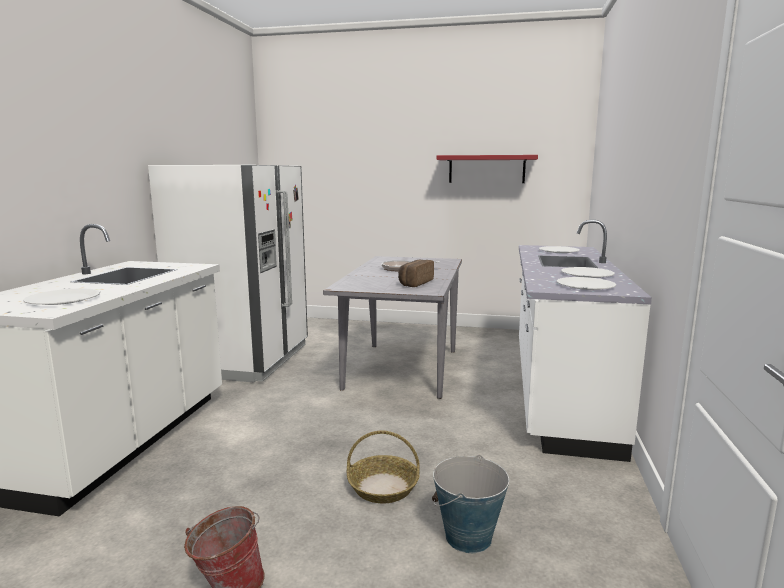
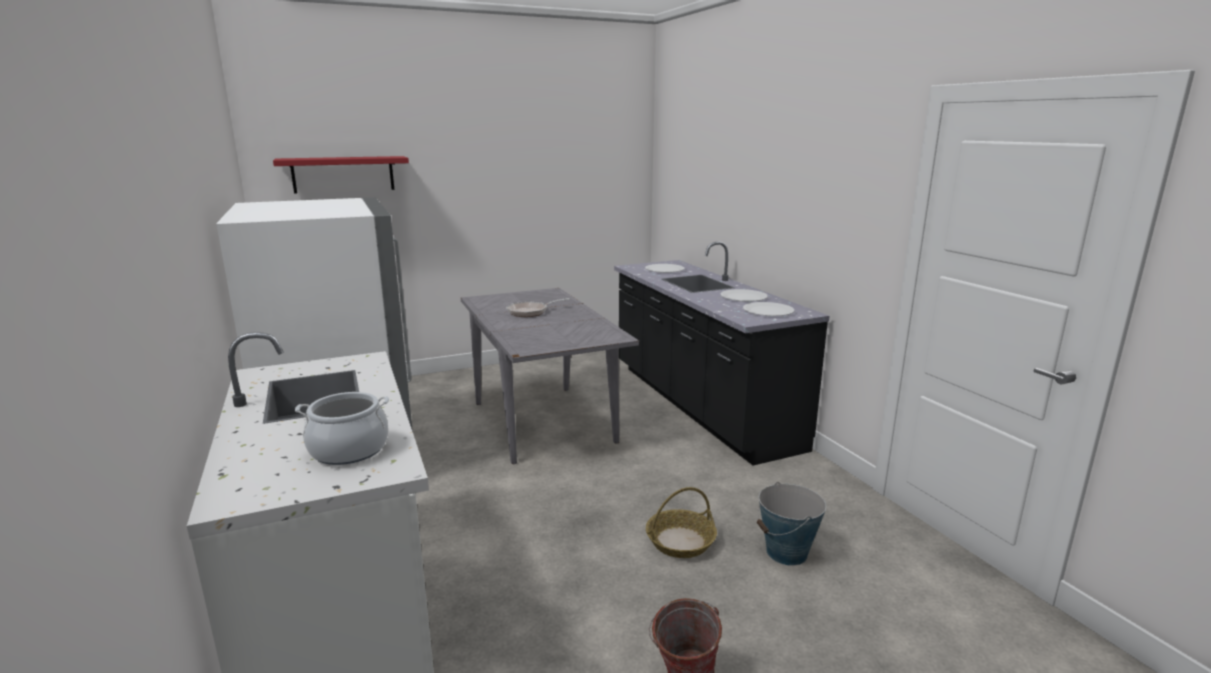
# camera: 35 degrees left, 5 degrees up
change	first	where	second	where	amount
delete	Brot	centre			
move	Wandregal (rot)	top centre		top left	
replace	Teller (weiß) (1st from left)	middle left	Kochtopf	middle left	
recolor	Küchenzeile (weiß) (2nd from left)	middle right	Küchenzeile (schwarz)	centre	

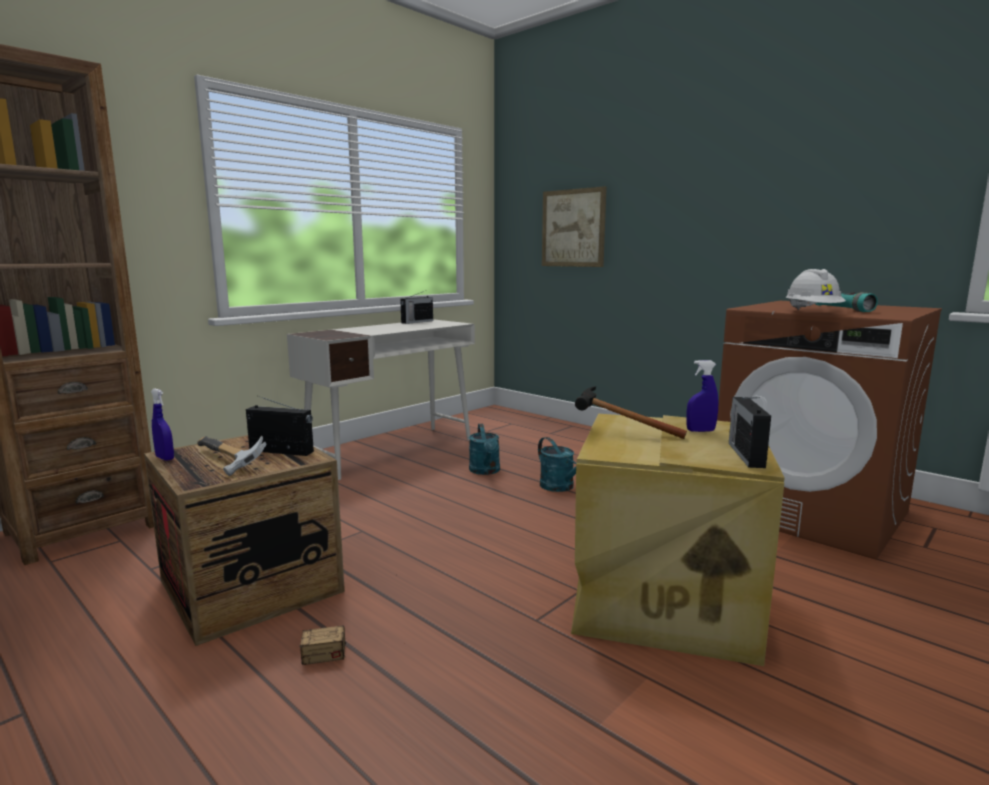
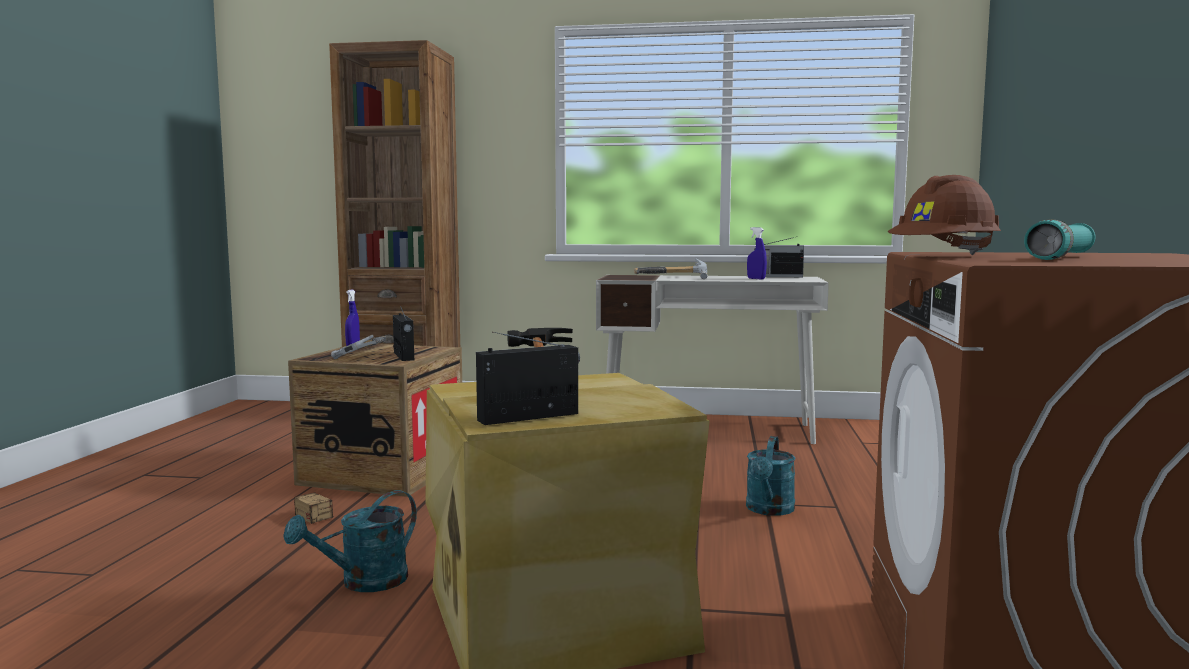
# camera: 55 degrees right, 5 degrees down
change	first	where	second	where	amount
delete	Bild	top centre			
insert			Hammer (3rd from left)	centre	
move	Gießkanne (türkis) (1st from left)	centre		bottom left	
move	Sprühflasche (blau) (2nd from left)	middle right		centre	
recolor	Schutzhelm (weiß)	middle right	Schutzhelm (braun)	top right	

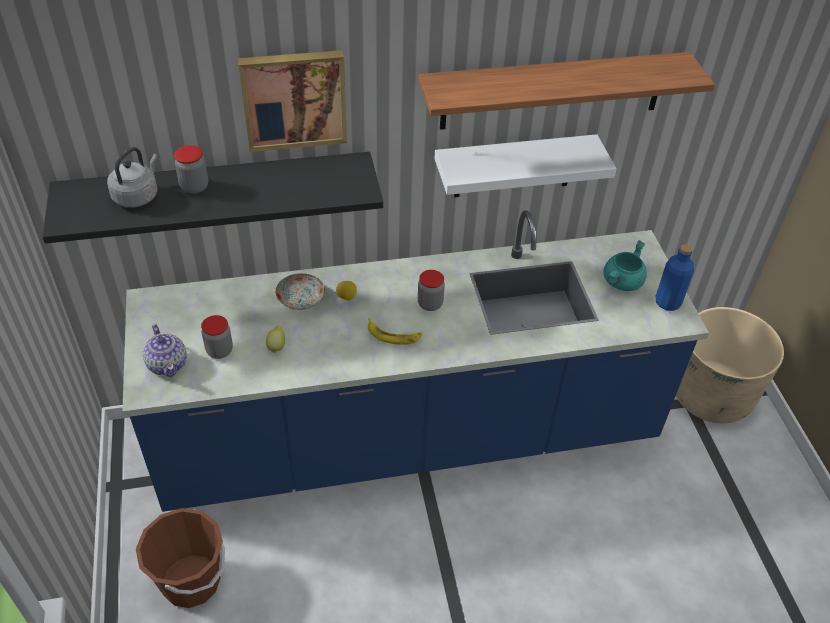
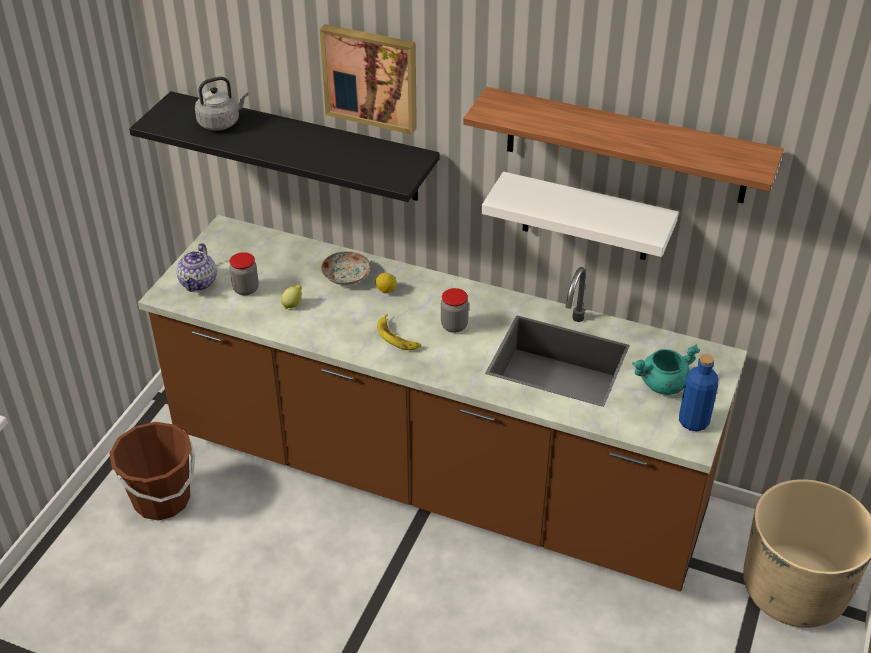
# camera: 35 degrees right, 5 degrees down
change	first	where	second	where	amount
delete	Vorratsglas (1st from left)	top left			
recolor	Küchenzeile (blau)	centre	Küchenzeile (braun)	centre	

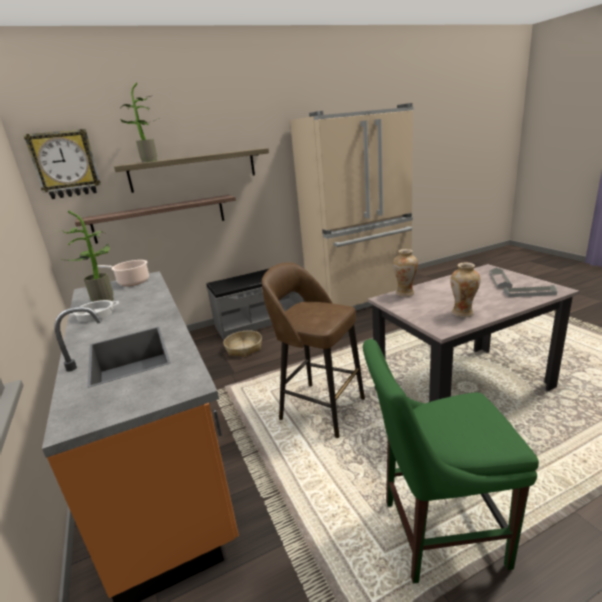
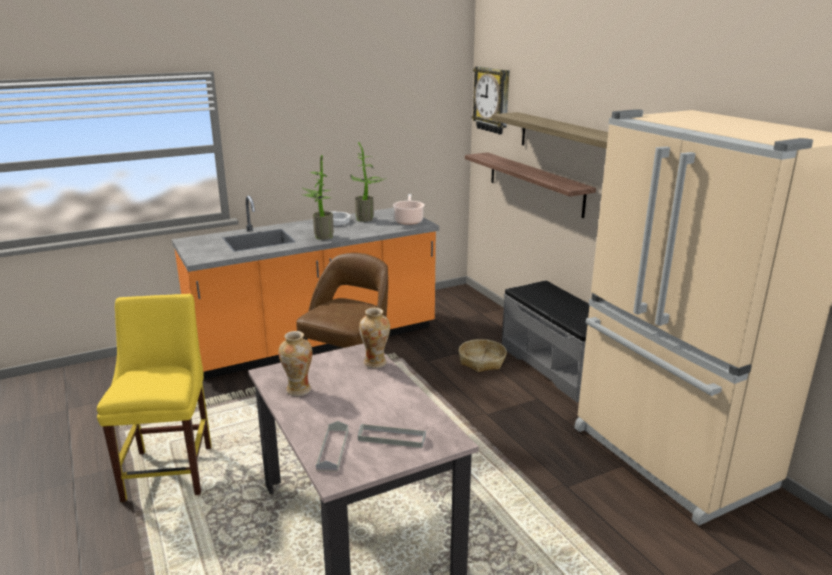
# camera: 85 degrees right, 0 degrees up
change	first	where	second	where	amount
move	Topfpflanze (2nd from left in the first image)	top left	Topfpflanze (1st from left)	centre	
recolor	Stuhl (grün)	bottom right	Stuhl (gelb)	bottom left	

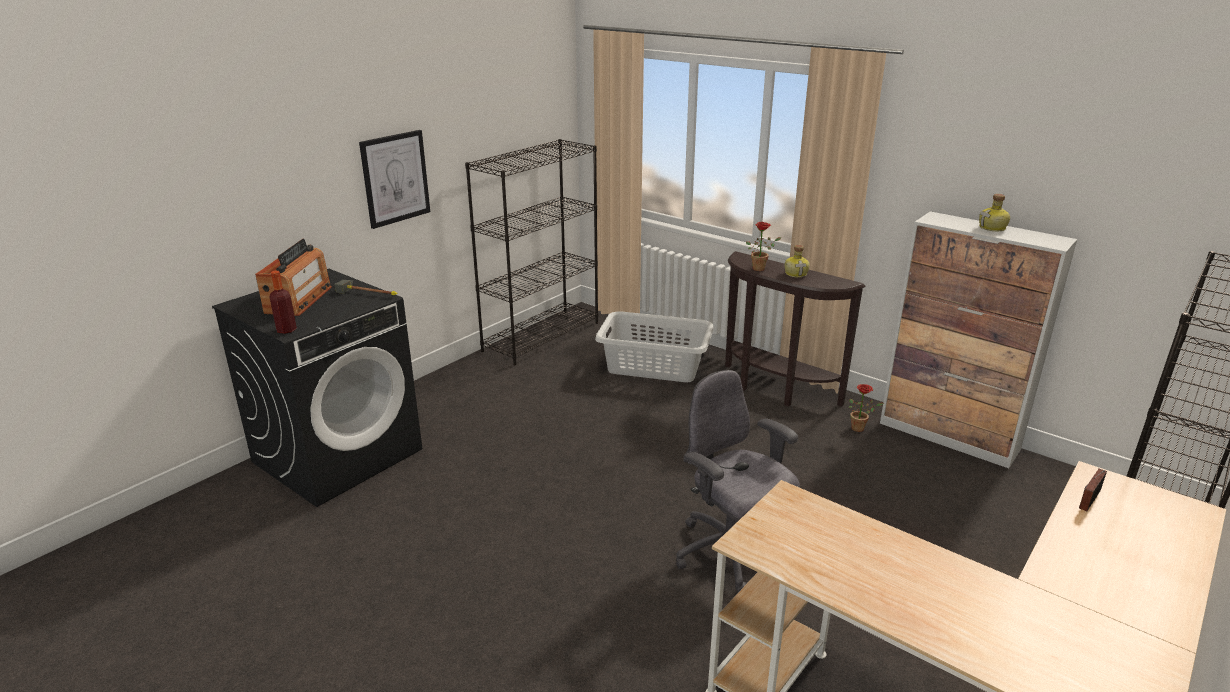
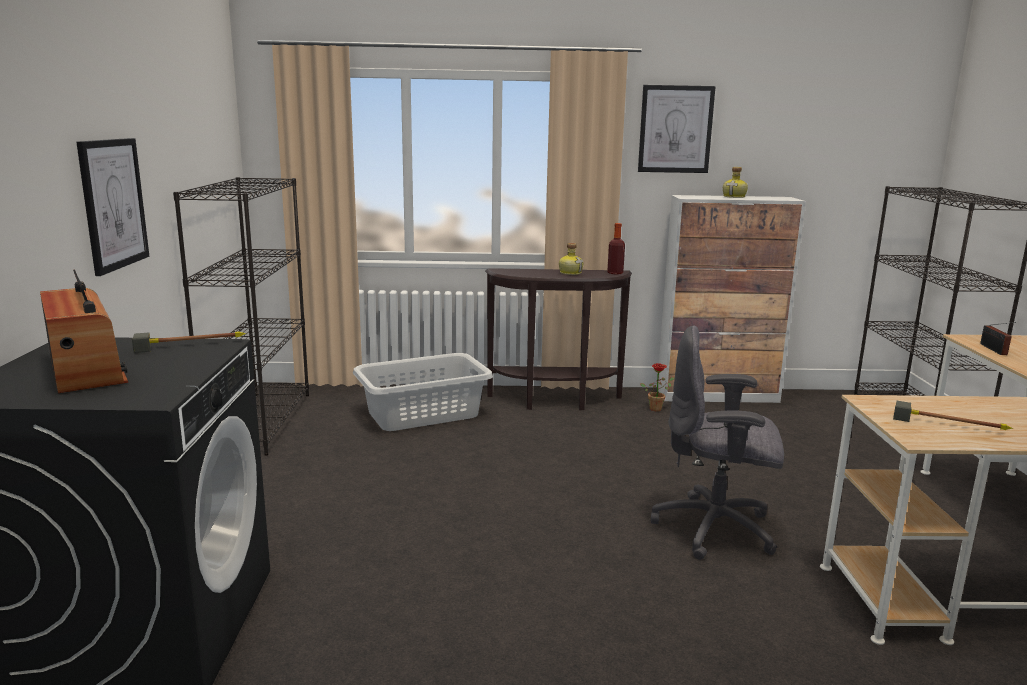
# camera: 40 degrees left, 10 degrees down
change	first	where	second	where	amount
delete	Topfpflanze (1st from left)	centre			
insert			Bild (2nd from left)	top centre	
insert			Hammer (2nd from left)	middle right	
move	Flasche (1st from left in the first image)	middle left	Flasche (2nd from left)	centre	

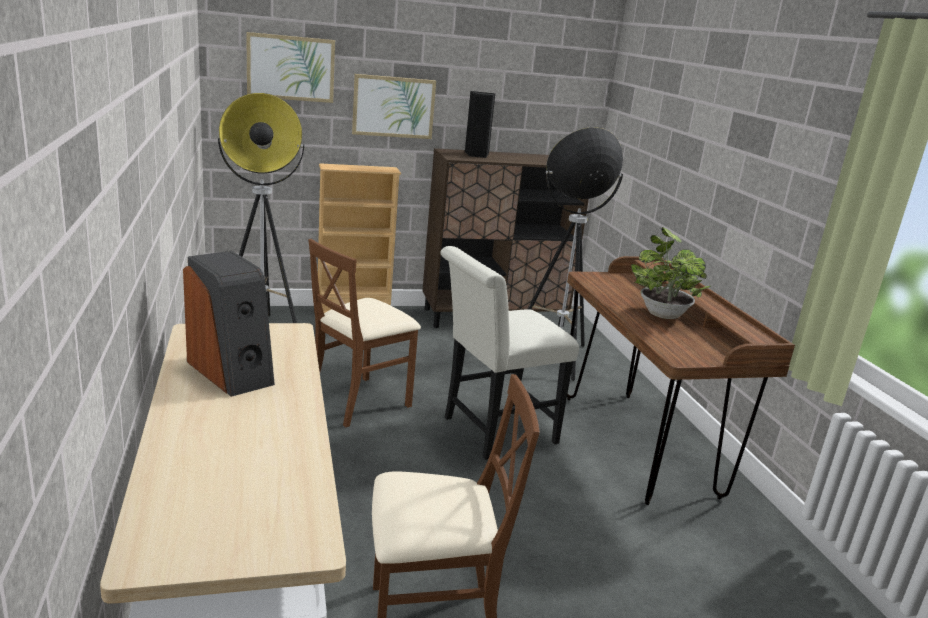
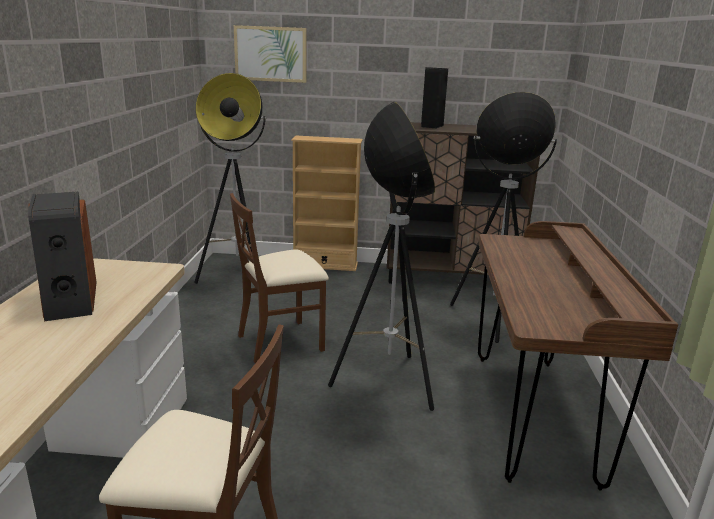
# camera: 20 degrees right, 0 degrees up
change	first	where	second	where	amount
delete	Bild (2nd from left)	top centre			
delete	Topfpflanze	middle right			
replace	Stuhl (weiß)	centre	Stehlampe (2nd from left)	centre	

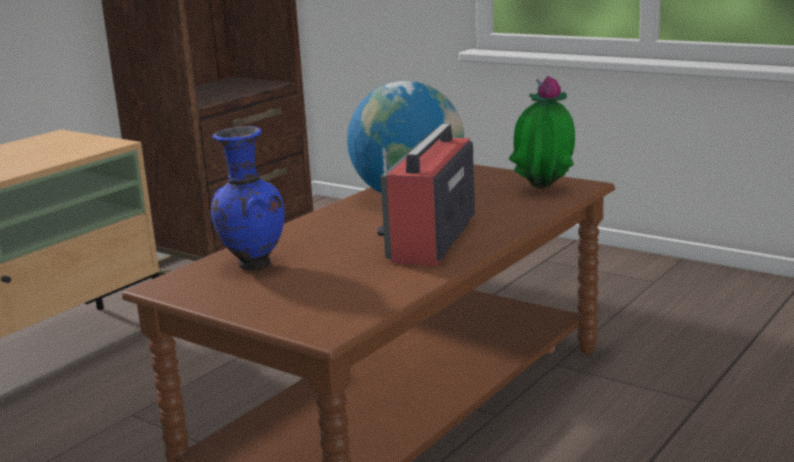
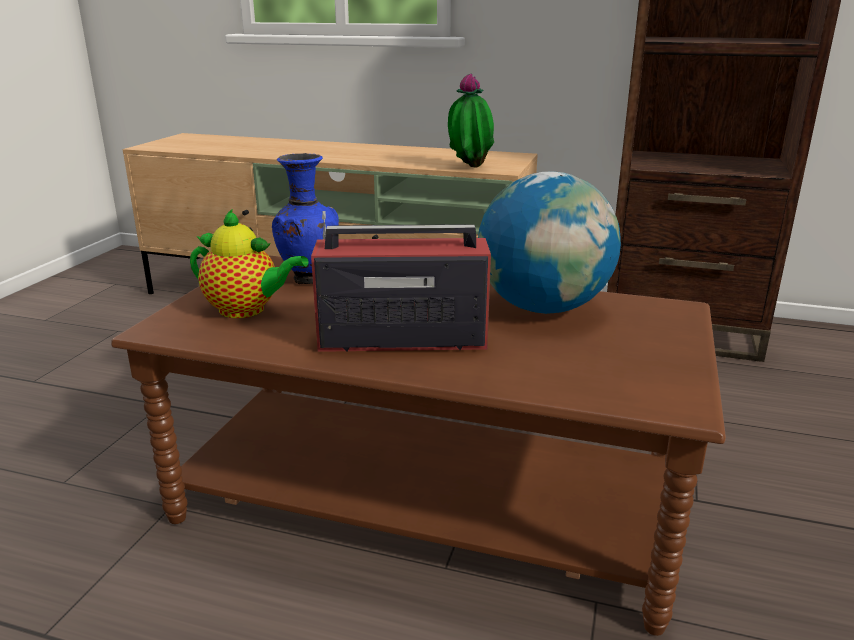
# camera: 70 degrees right, 5 degrees up
change	first	where	second	where	amount
insert			Teekanne	middle left	
move	Topfpflanze	top right		top centre	

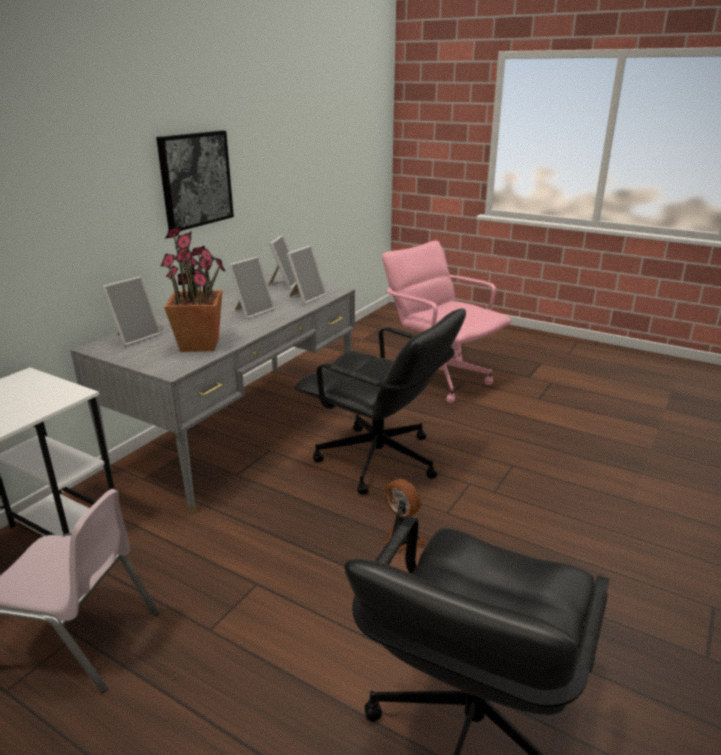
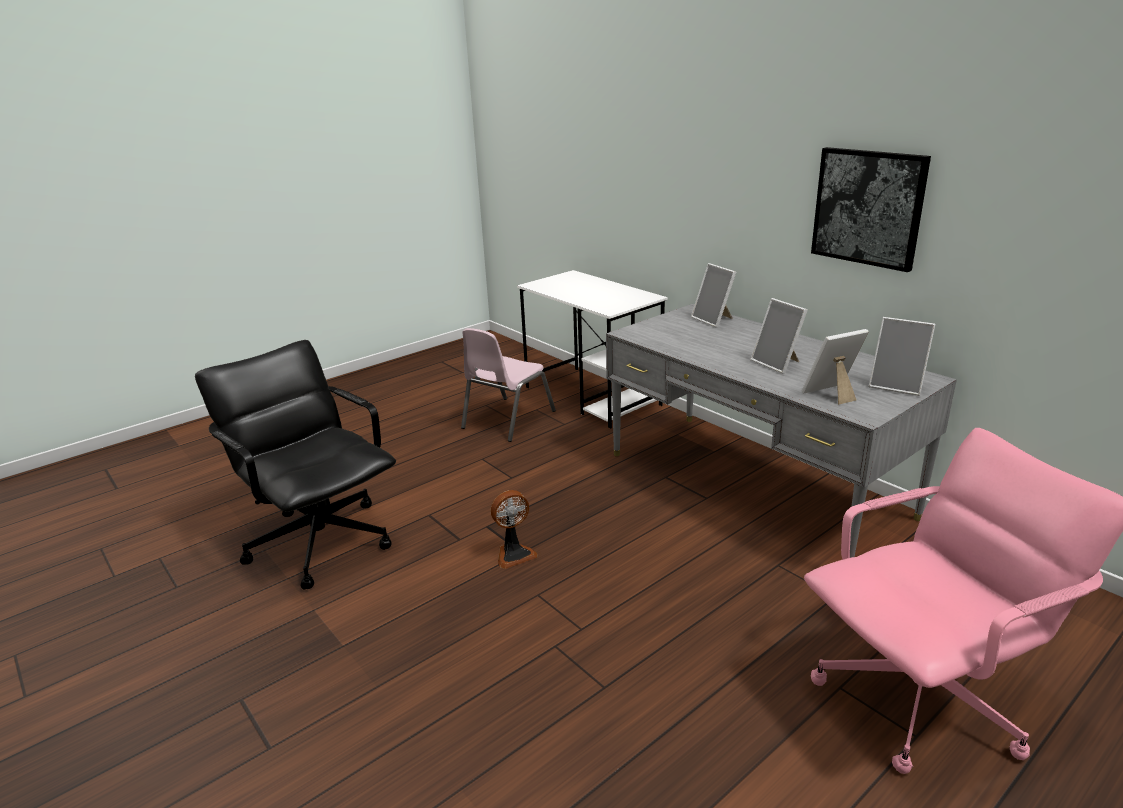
# camera: 110 degrees right, 0 degrees up
change	first	where	second	where	amount
delete	Topfpflanze	middle left			
delete	Bürostuhl (schwarz) (1st from left)	centre			
rotate	Bilderrahmen (4th from left in the first image)	centre	Bilderrahmen (3rd from left)	middle right	105 degrees clockwise

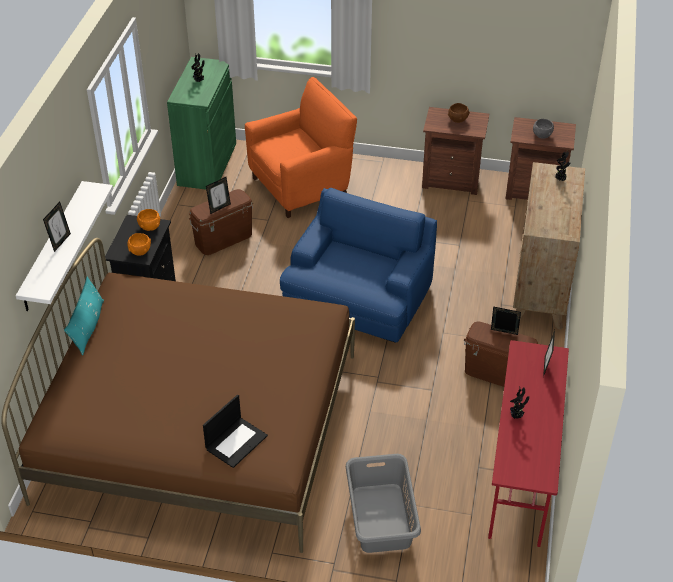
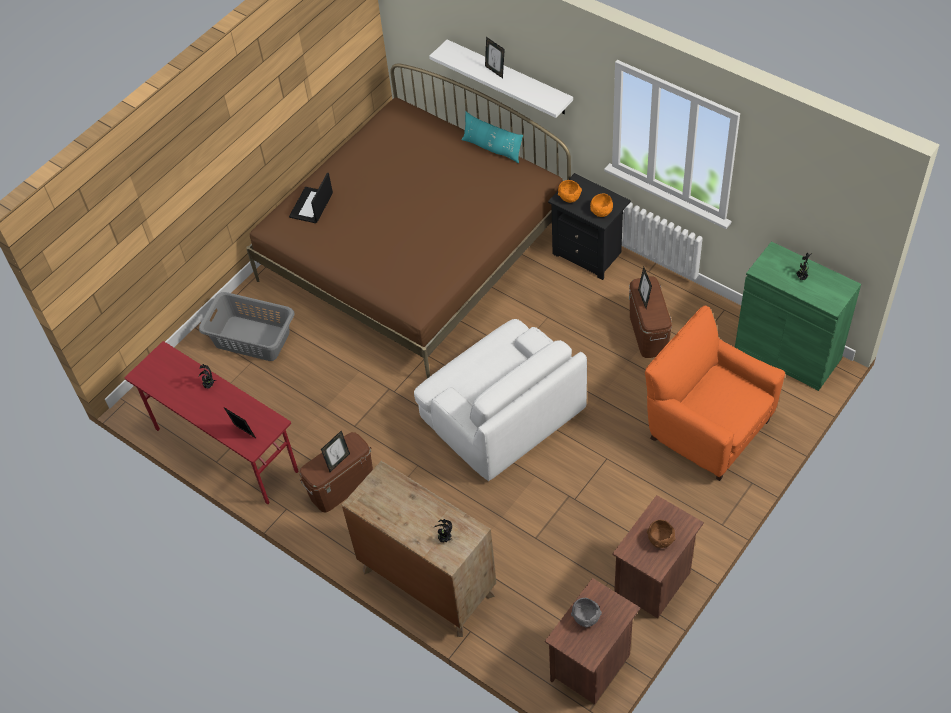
# camera: 120 degrees right, 10 degrees up
change	first	where	second	where	amount
recolor	Sessel (blau)	centre	Sessel (weiß)	centre	
rotate	Laptop	bottom centre		top left	45 degrees clockwise
rotate	Sessel (orange)	top centre		middle right	135 degrees clockwise

